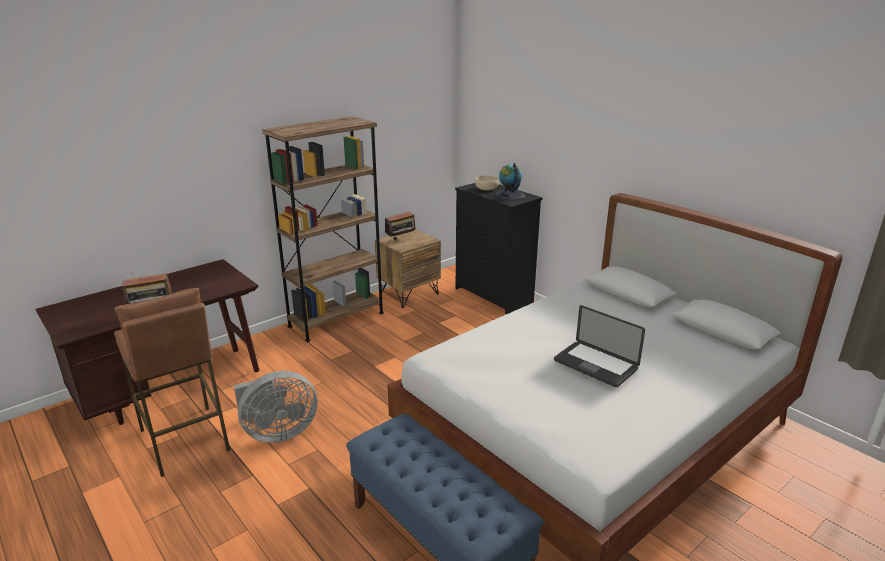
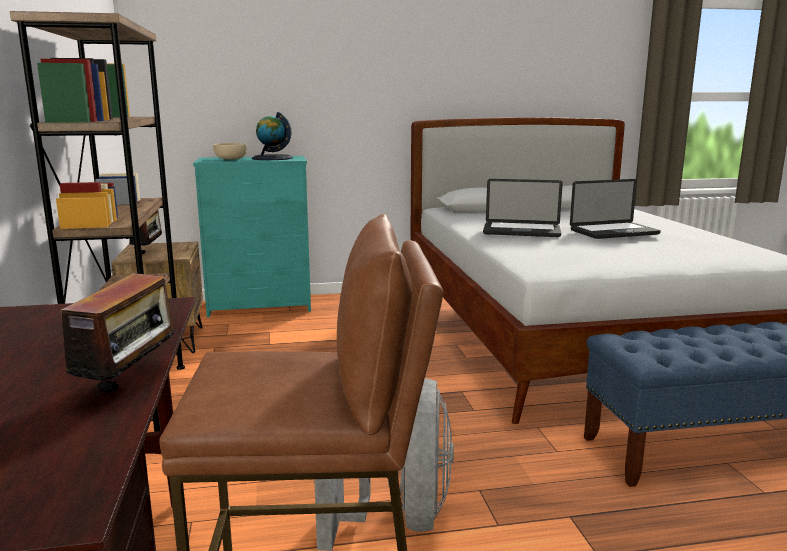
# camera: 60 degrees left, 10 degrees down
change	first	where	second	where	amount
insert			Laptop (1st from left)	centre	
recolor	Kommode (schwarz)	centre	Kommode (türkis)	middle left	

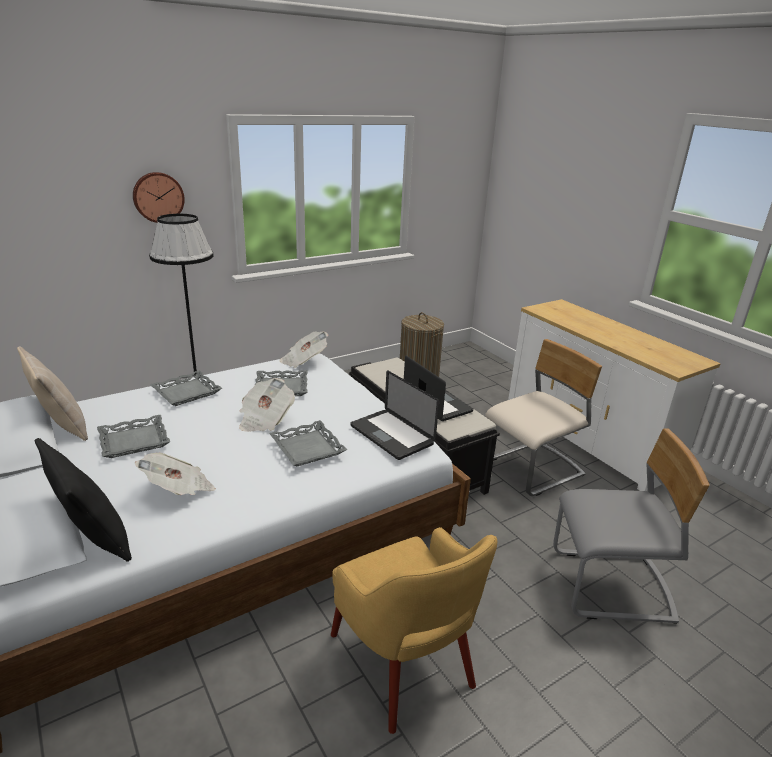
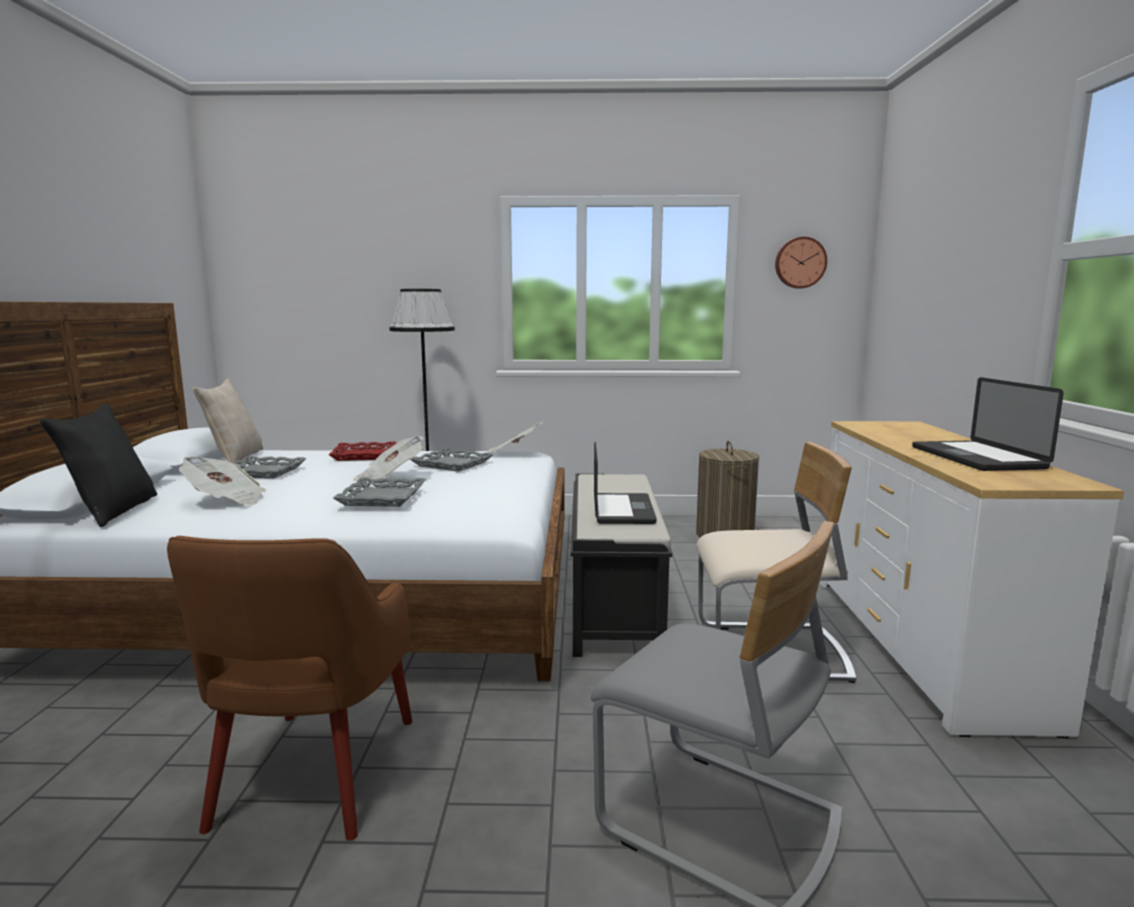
# camera: 35 degrees right, 15 degrees down
change	first	where	second	where	amount
move	Wanduhr	top left		top right	
move	Laptop (1st from left in the first image)	centre	Laptop (2nd from left)	middle right	
recolor	Tablett (grau) (2nd from left)	middle left	Tablett (rot)	middle left	
recolor	Sessel (gelb)	bottom centre	Sessel (braun)	bottom left	

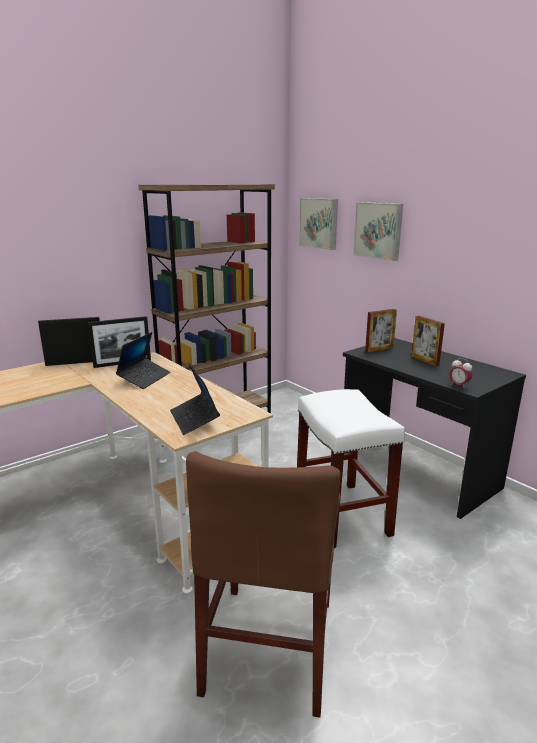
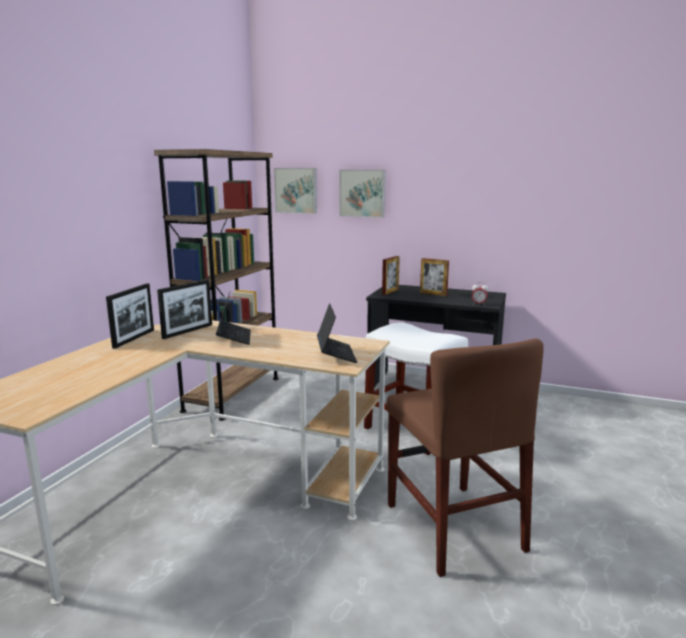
# camera: 30 degrees left, 5 degrees down
change	first	where	second	where	amount
rotate	Bilderrahmen (1st from left)	middle left		middle left	150 degrees clockwise
rotate	Laptop (2nd from left)	centre		centre	135 degrees counterclockwise

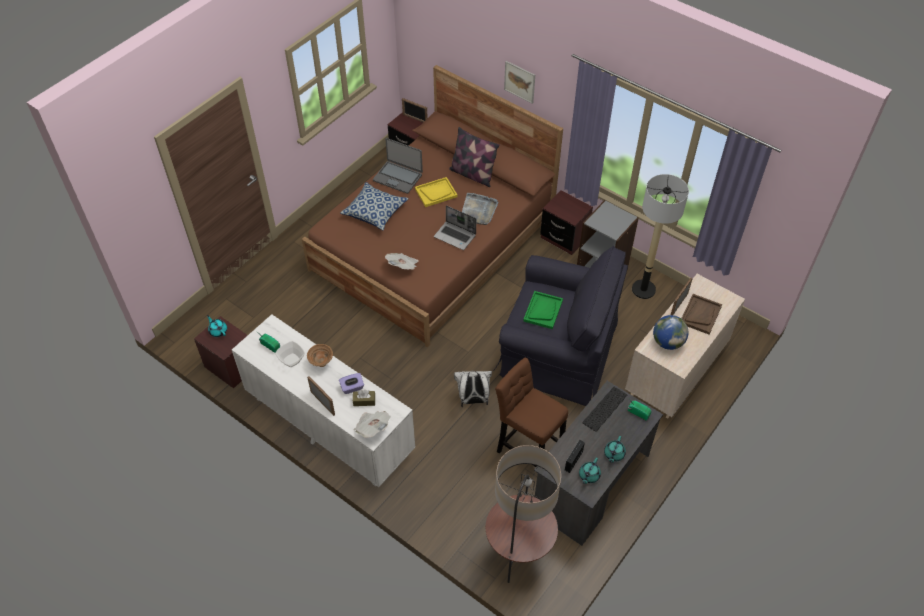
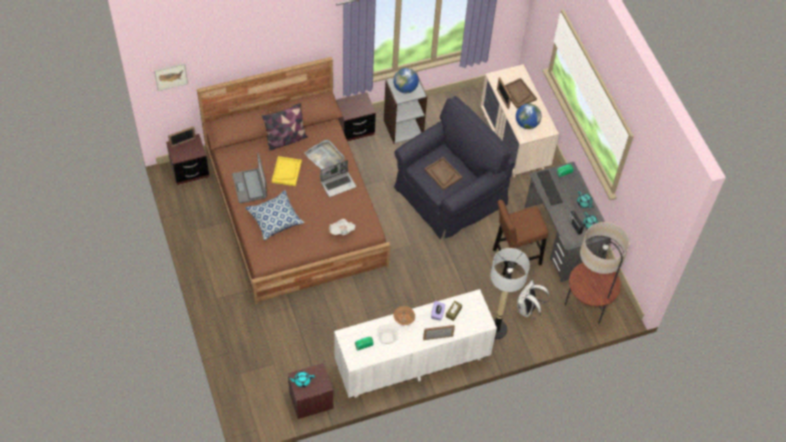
# camera: 60 degrees left, 5 degrees up
change	first	where	second	where	amount
delete	Zeitung (1st from left)	bottom centre			
insert			Globus (1st from left)	top centre	
move	Rucksack (weiß)	centre		bottom right	
move	Bild	top centre		top left	
move	Stehlampe (2nd from left in the first image)	middle right	Stehlampe (1st from left)	centre	
recolor	Tablett (grün)	centre	Tablett (braun) (1st from left)	centre	
rotate	Laptop (1st from left)	top centre		middle left	105 degrees clockwise

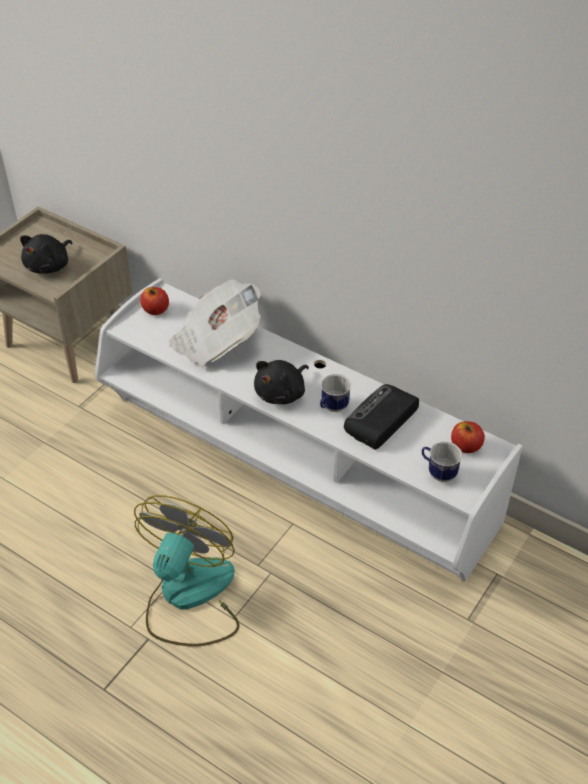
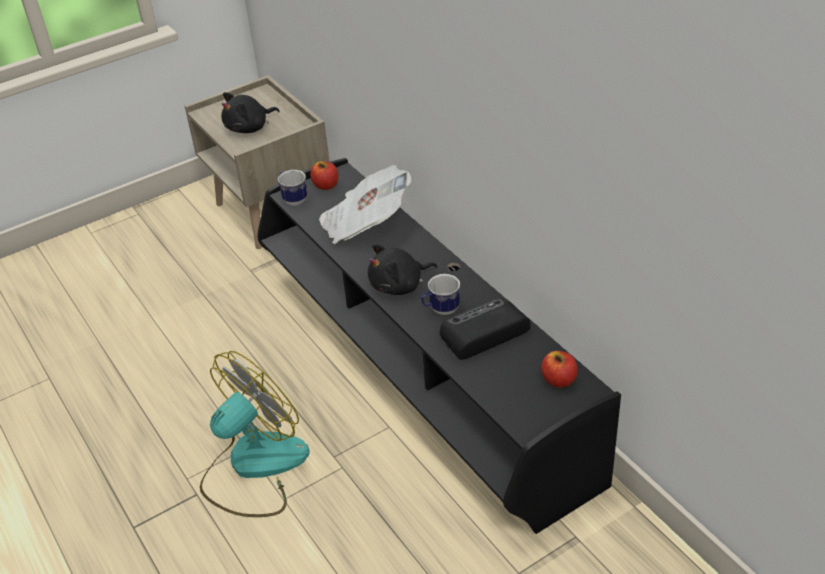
# camera: 25 degrees right, 5 degrees down
change	first	where	second	where	amount
move	Henkelbecher (2nd from left in the first image)	middle right	Henkelbecher (1st from left)	top centre	
recolor	Fernsehschrank (weiß)	centre	Fernsehschrank (schwarz)	centre	

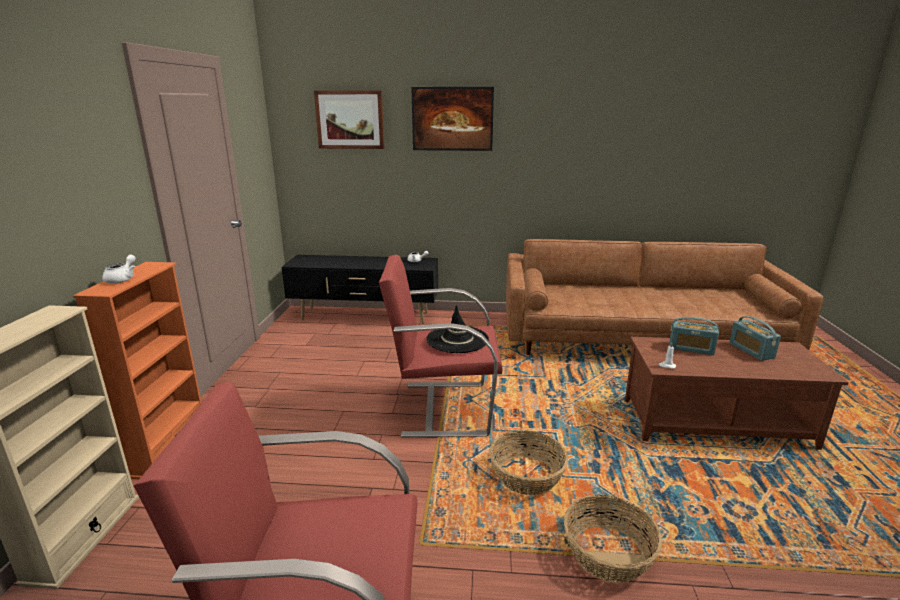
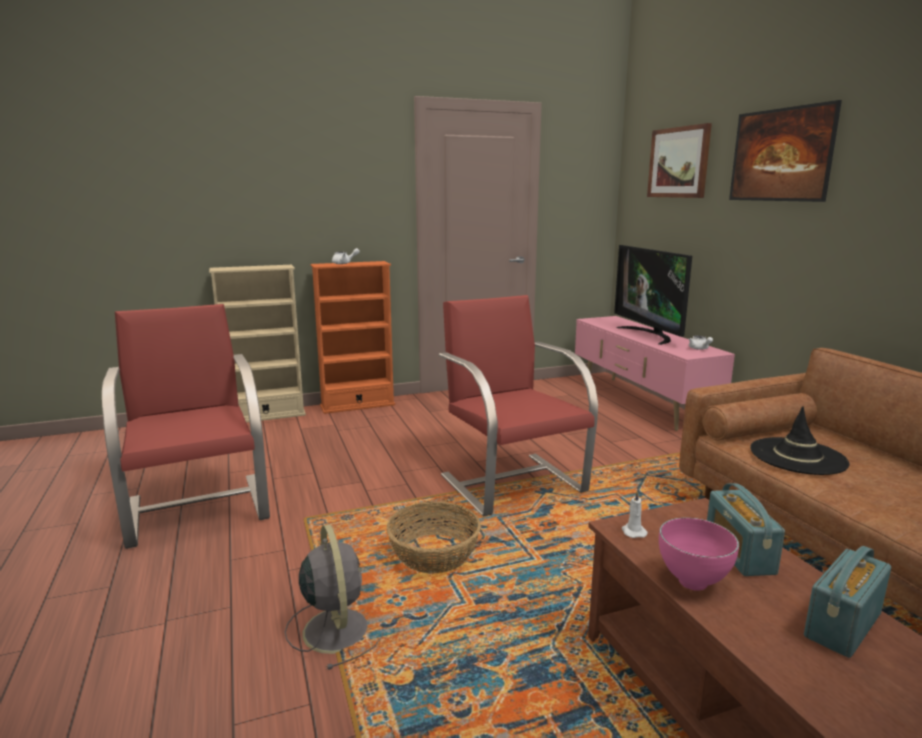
# camera: 65 degrees right, 5 degrees down
change	first	where	second	where	amount
insert			Fernseher	middle right	
insert			Schüssel (rosa)	bottom right	
move	Hut (schwarz)	centre		middle right	
replace	Korb (2nd from left)	bottom right	Ventilator (grau)	bottom centre	
recolor	Fernsehschrank (schwarz)	centre	Fernsehschrank (rosa)	middle right	

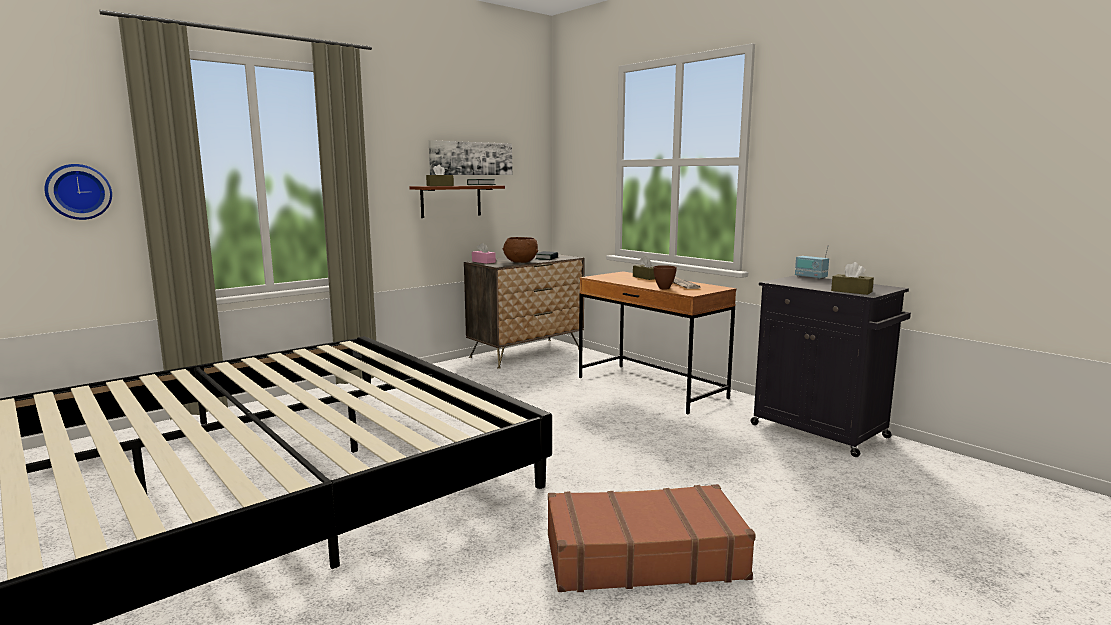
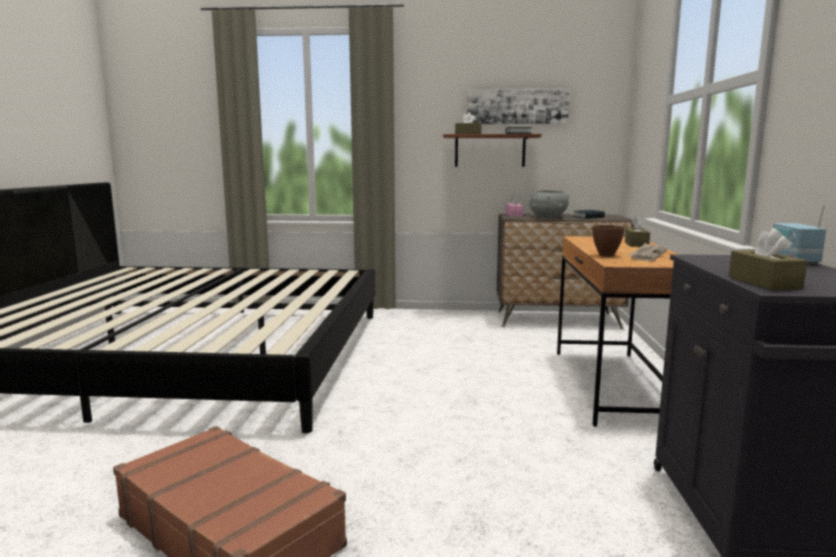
# camera: 45 degrees right, 0 degrees up
change	first	where	second	where	amount
delete	Wanduhr	top left			
recolor	Schüssel (braun) (1st from left)	centre	Schüssel (grau)	centre	

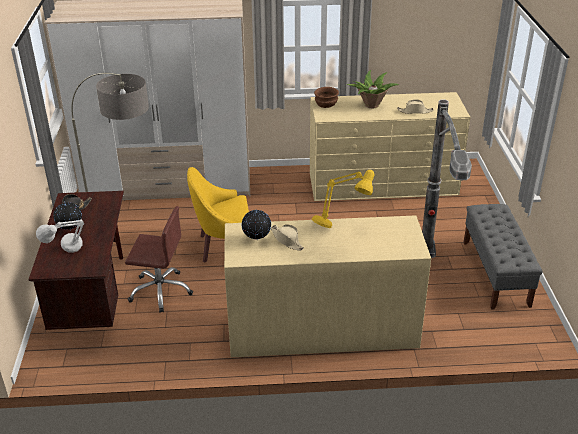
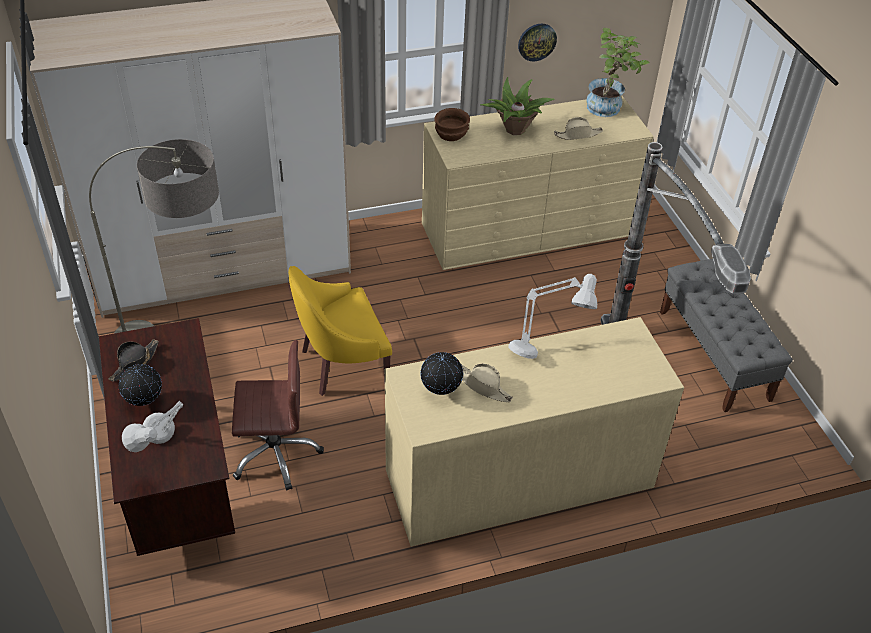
# camera: 15 degrees left, 10 degrees up
change	first	where	second	where	amount
insert			Wanduhr	top centre	
insert			Topfpflanze (2nd from left)	top right	
recolor	Tischlampe (gelb)	centre	Tischlampe (grau) (2nd from left)	centre	

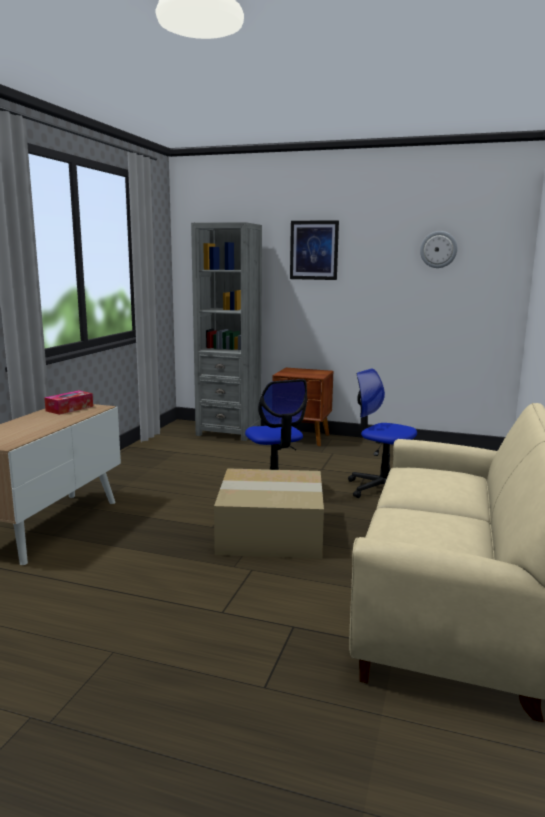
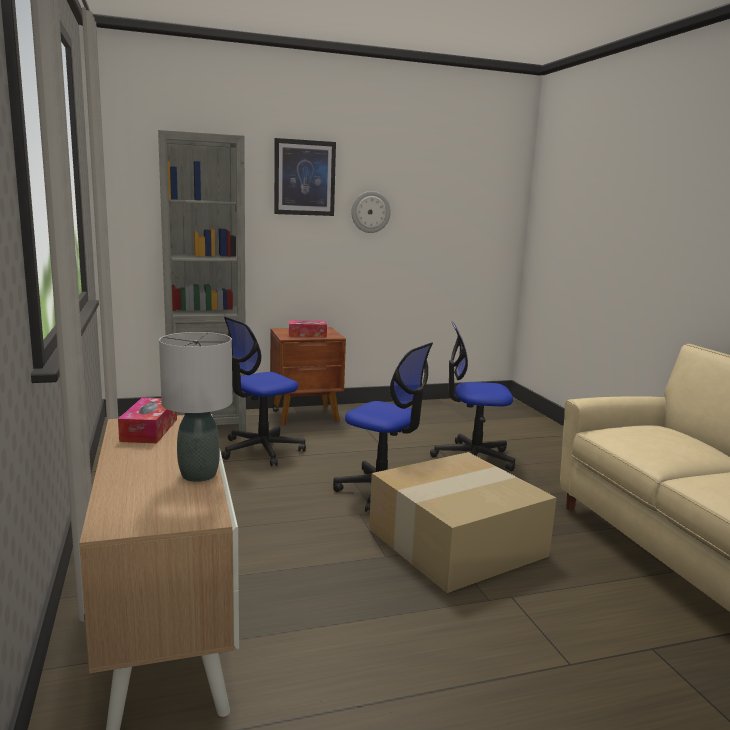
# camera: 35 degrees left, 0 degrees up
change	first	where	second	where	amount
insert			Tischlampe (grau)	middle left	
insert			Bürostuhl (1st from left)	centre	
insert			Taschentuchbox (2nd from left)	centre	
move	Wanduhr	top right		top centre	

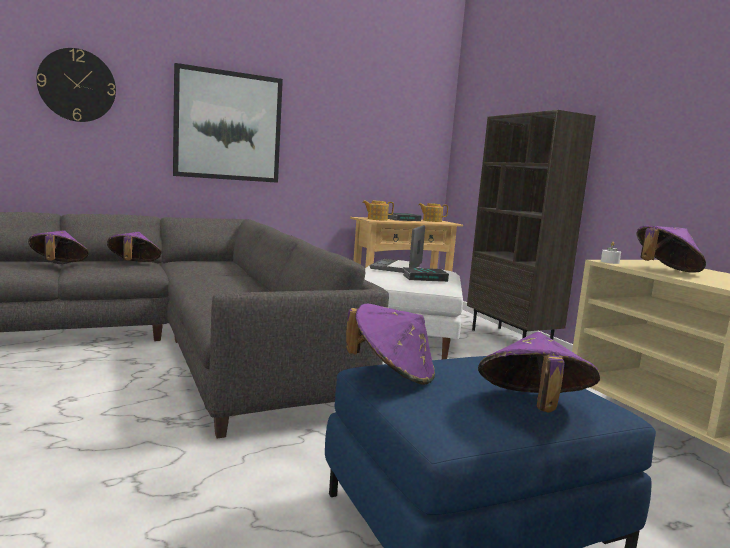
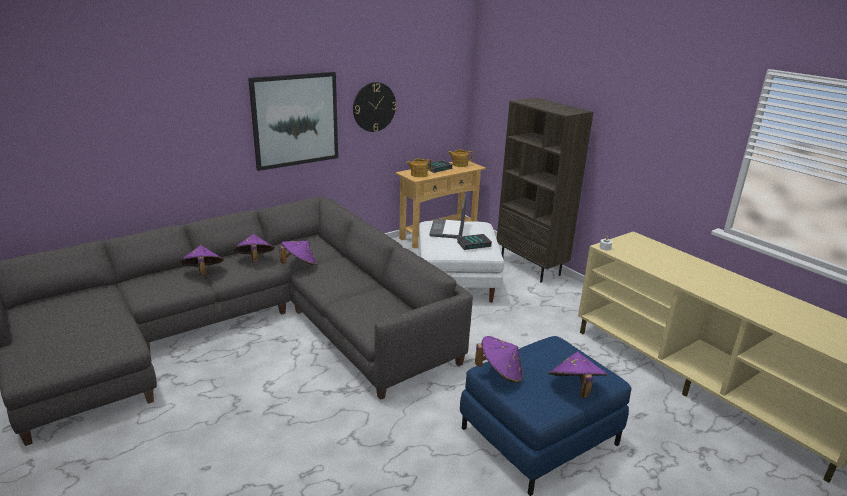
# camera: 10 degrees left, 15 degrees up
change	first	where	second	where	amount
move	Wanduhr	top left		top centre	
move	Hut (lila) (5th from left in the first image)	middle right	Hut (lila) (3rd from left)	centre	

